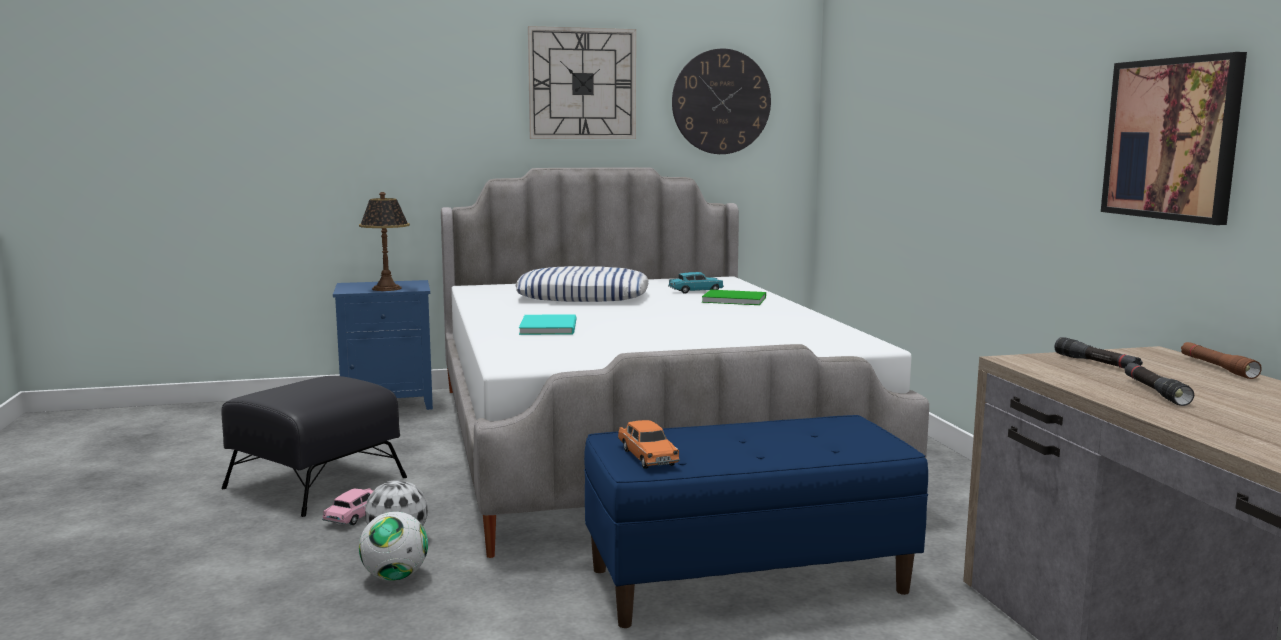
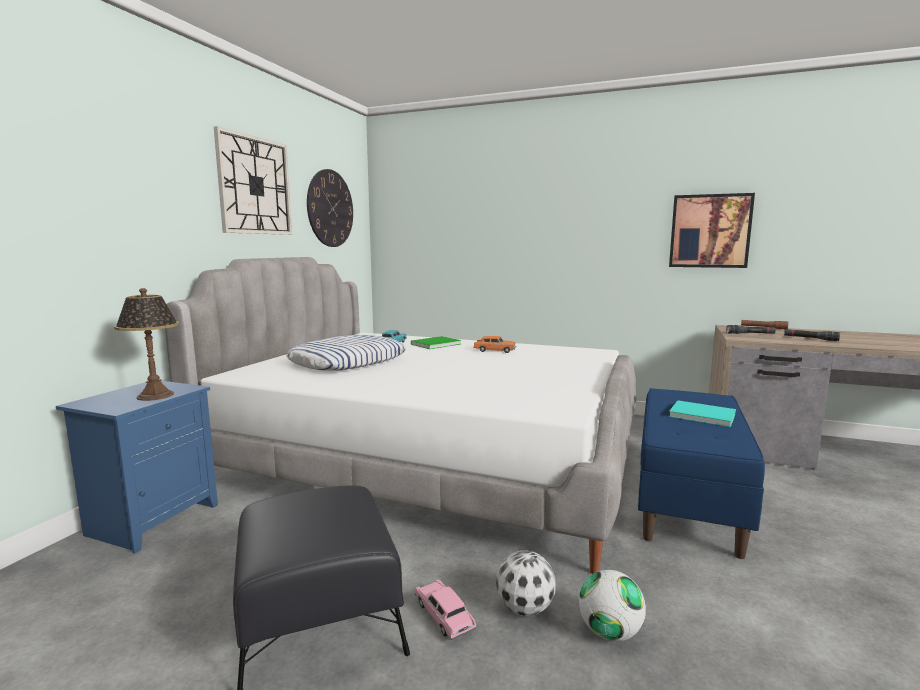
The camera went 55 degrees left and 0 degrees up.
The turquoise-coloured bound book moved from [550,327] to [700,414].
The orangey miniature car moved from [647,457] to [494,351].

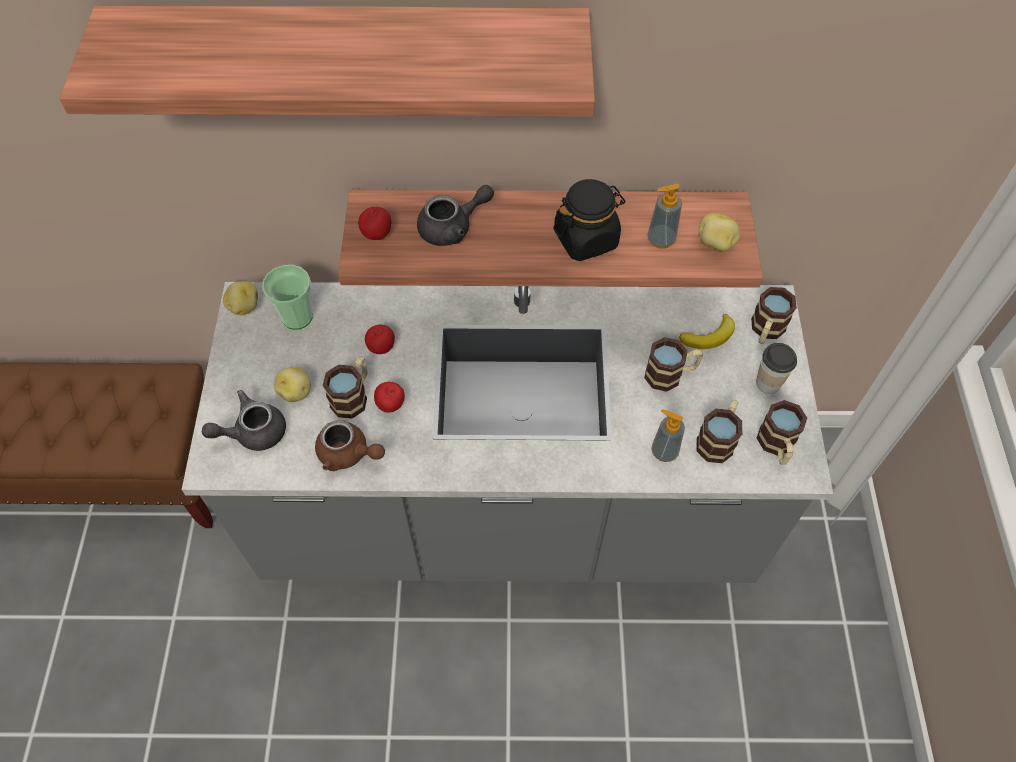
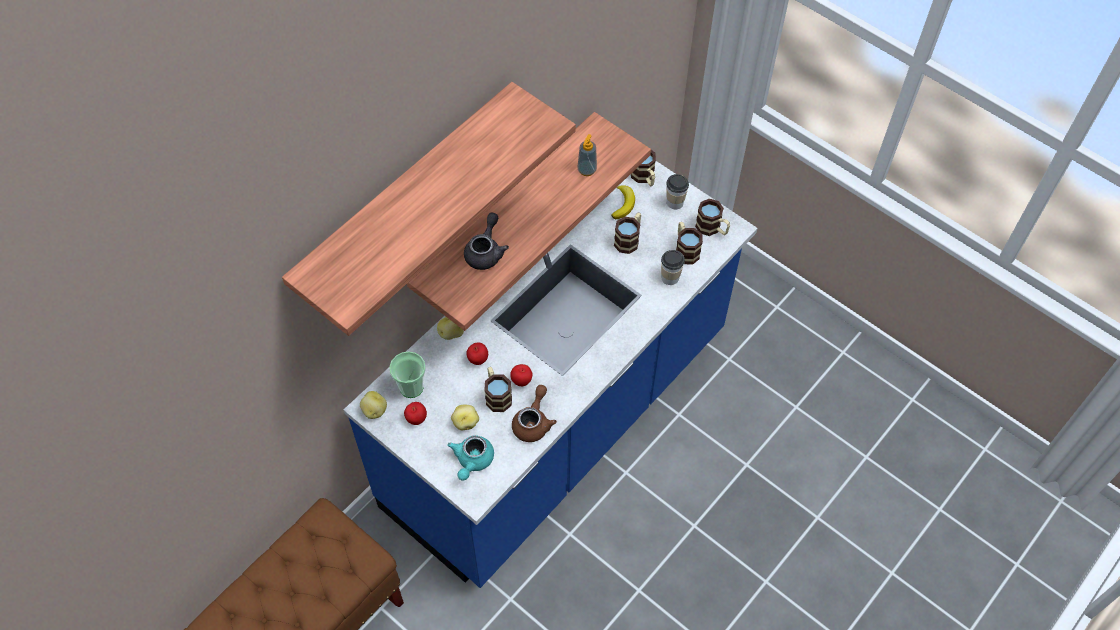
The camera went 50 degrees left and 0 degrees up.
The black-coloured storage jar at [586,239] disappeared.
The apple fruit moved from [377,235] to [416,419].
The potato moved from [716,243] to [451,333].
The greyish kitchen base unit at [508,514] became the blue kitchen base unit at [559,421].
The greyish teapot at [253,432] became the turquoise-coloured teapot at [472,461].
The liquid soap bottle at [664,451] was replaced by the cup at [670,277].
The brownish teapot at [348,454] turned 45 degrees counterclockwise.

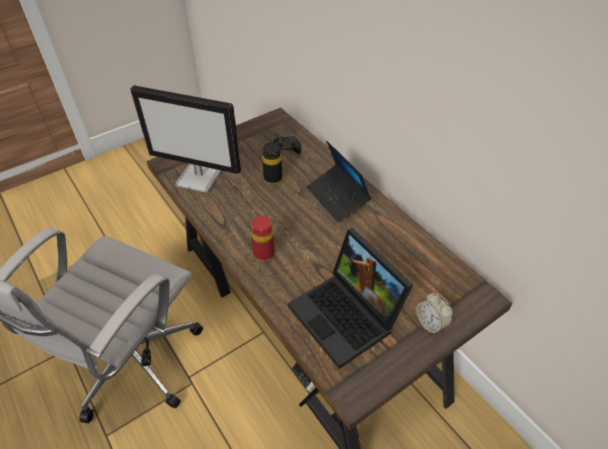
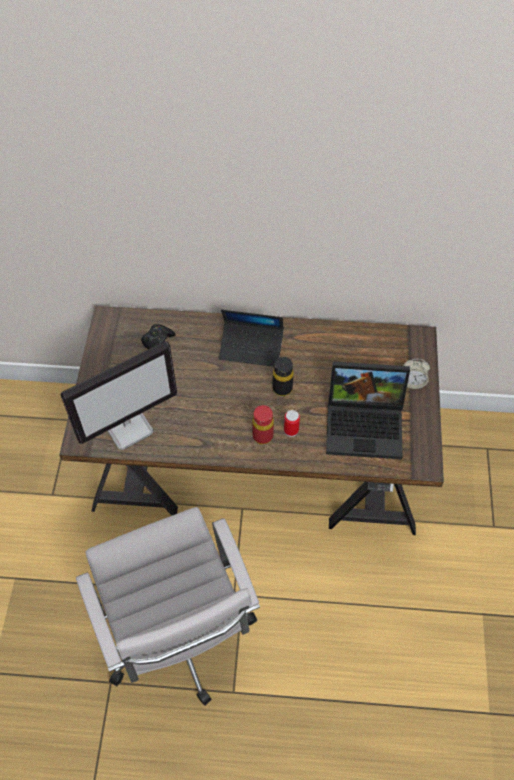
The camera went 50 degrees left and 10 degrees up.
The black-coloured bottle moved from [273,179] to [282,388].
The sealed can at [291,430] appeared.

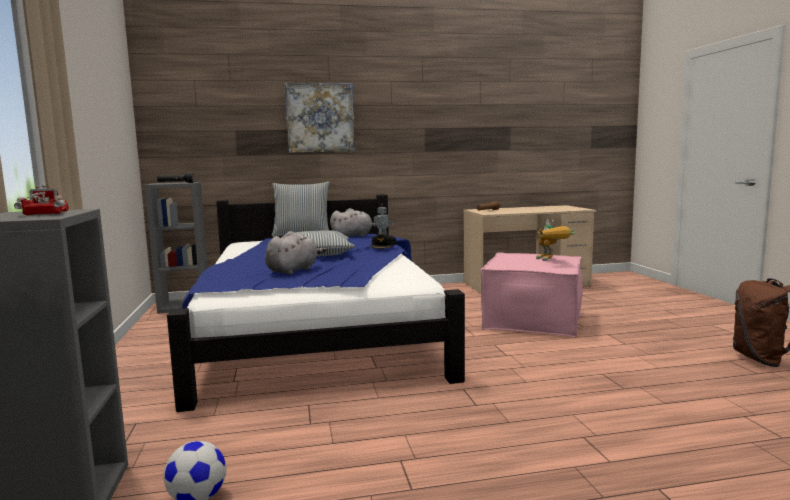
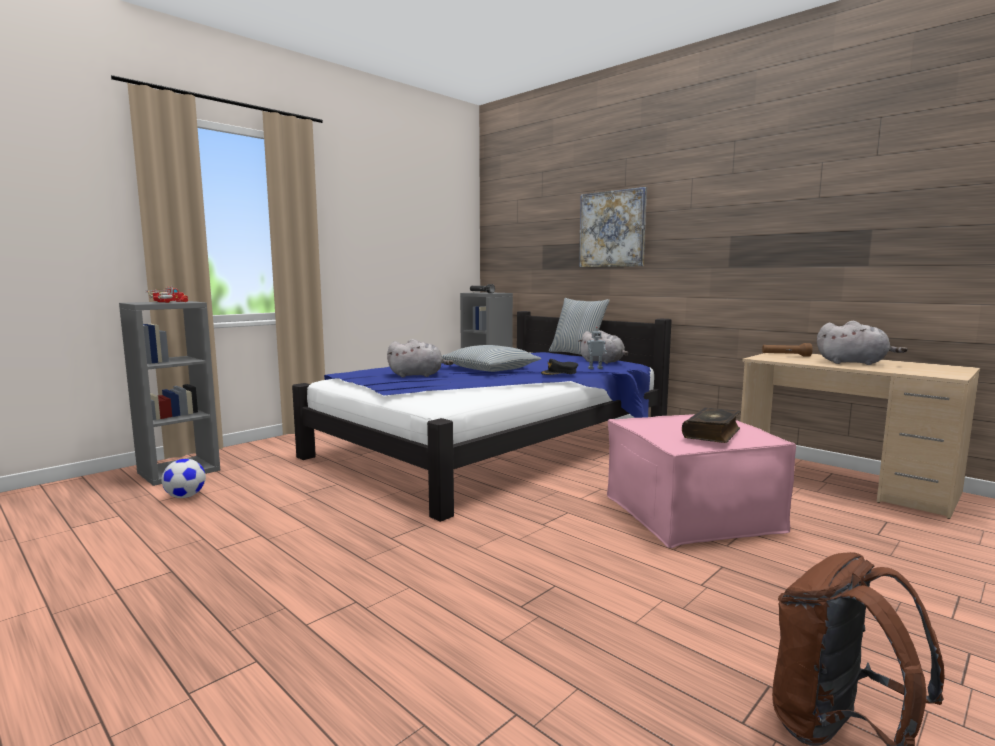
The camera went 55 degrees right and 0 degrees up.
The robot figure at [551,260] was replaced by the bound book at [713,433].
The greyish soft toy at [854,363] appeared.

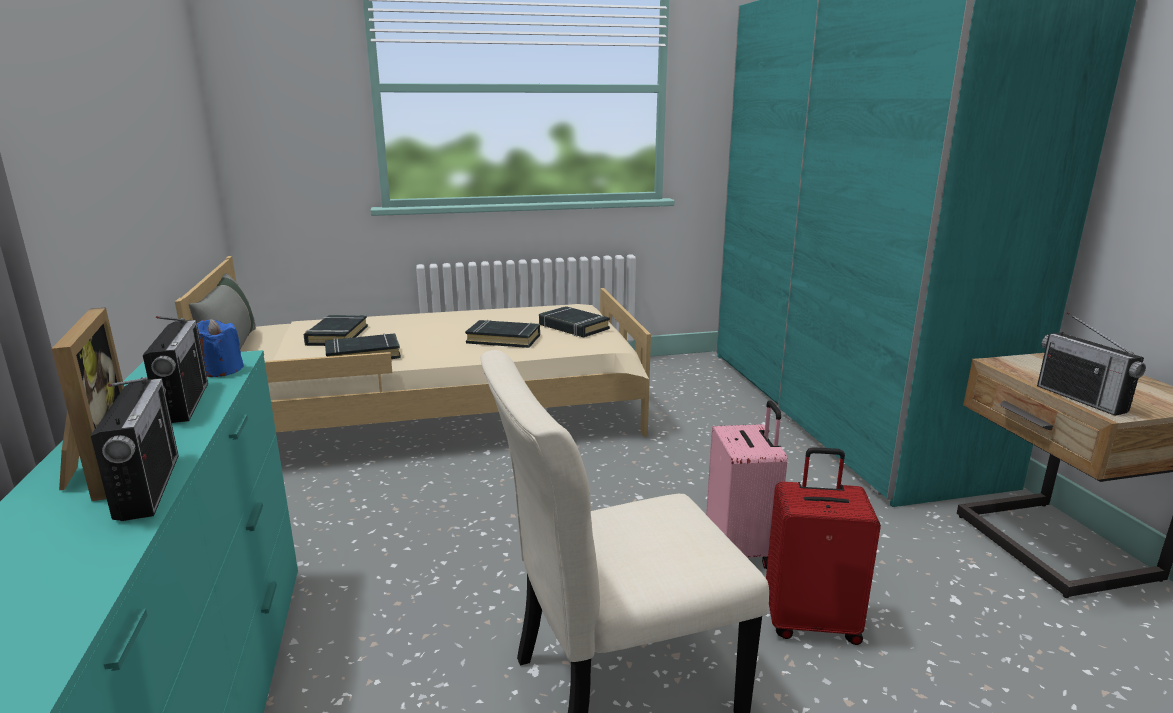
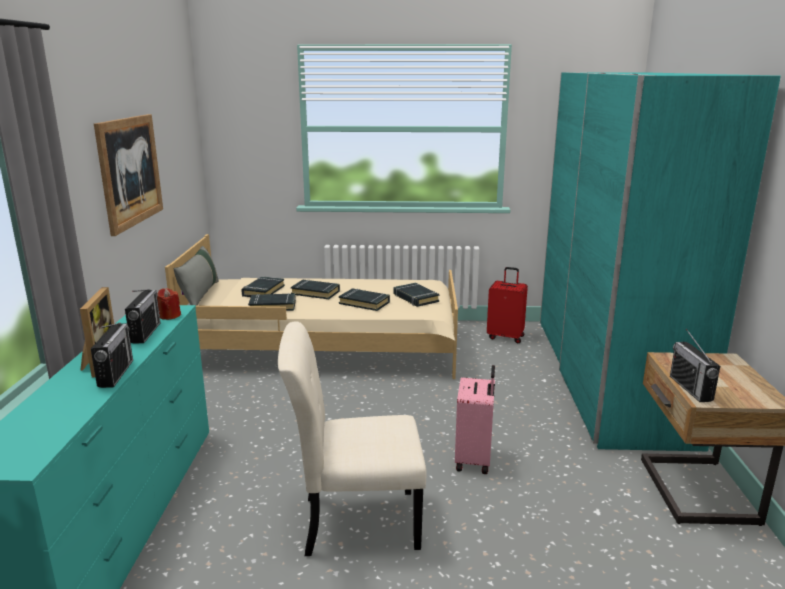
The camera went 15 degrees right and 0 degrees up.
The blue wax candle at [222,370] became the reddish wax candle at [170,316].
The reddish piece of luggage moved from [811,621] to [506,337].
The picture at [130,171] appeared.
The black-coloured bound book at [315,292] appeared.

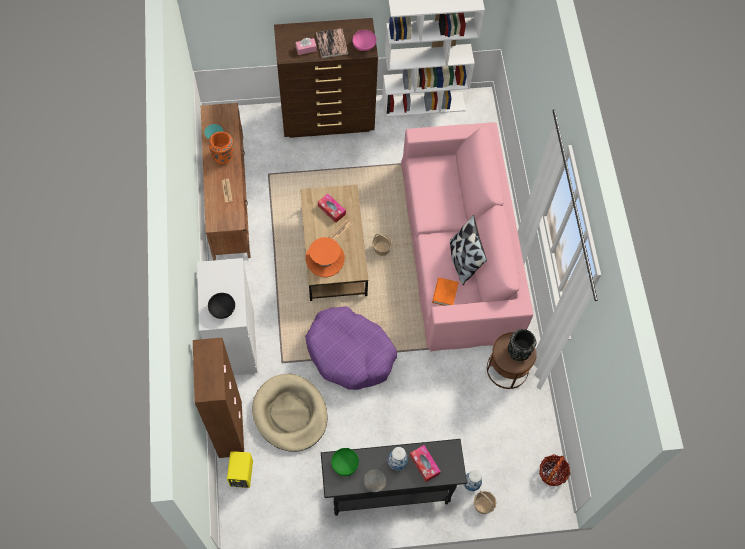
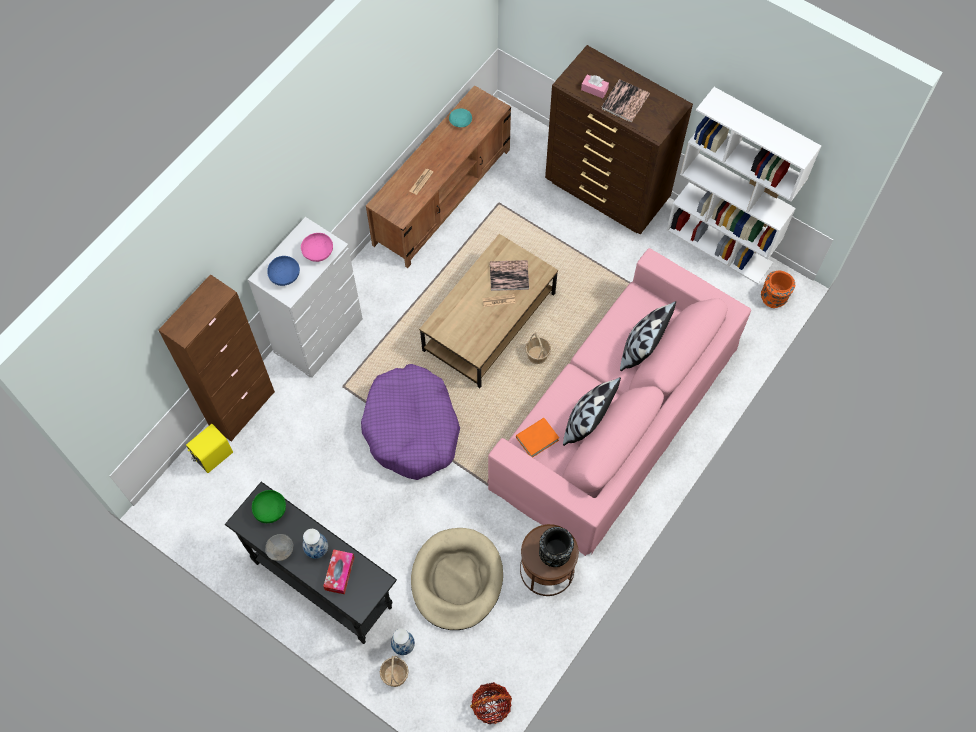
The camera went 45 degrees right and 0 degrees up.
The pinkish serving bowl moved from [364,45] to [318,253].
The orangey flower vase moved from [223,156] to [773,298].
The tissue box at [331,210] was replaced by the bound book at [509,275].
The orangey wearable hat at [325,259] disappeared.
The black-coloured serving bowl at [222,309] became the blue serving bowl at [285,276].
The beige-coloured dog bed moved from [290,414] to [456,580].
The cushion at [642,348] appeared.

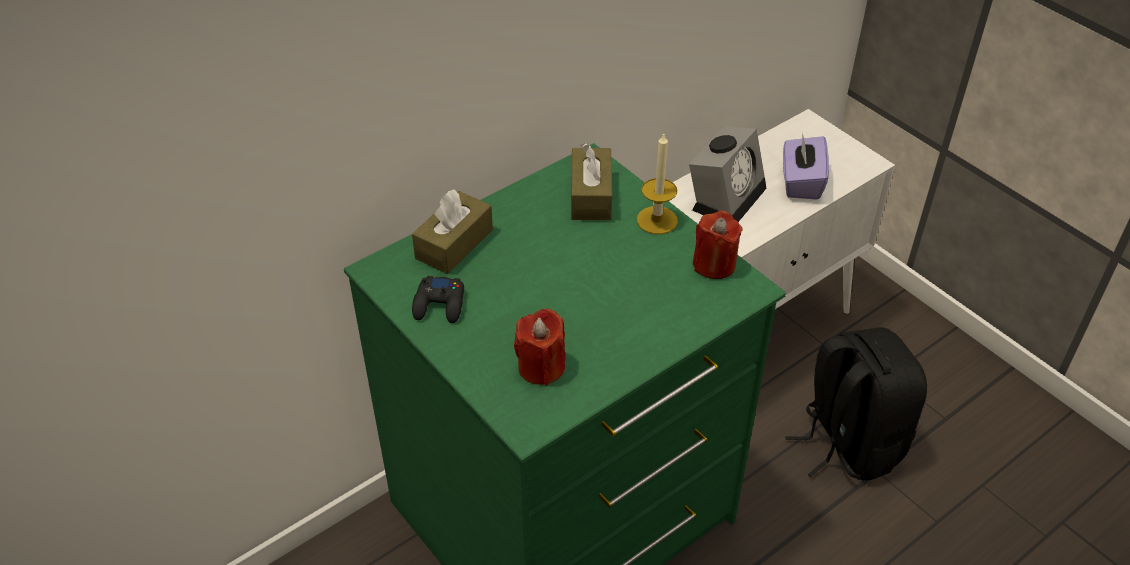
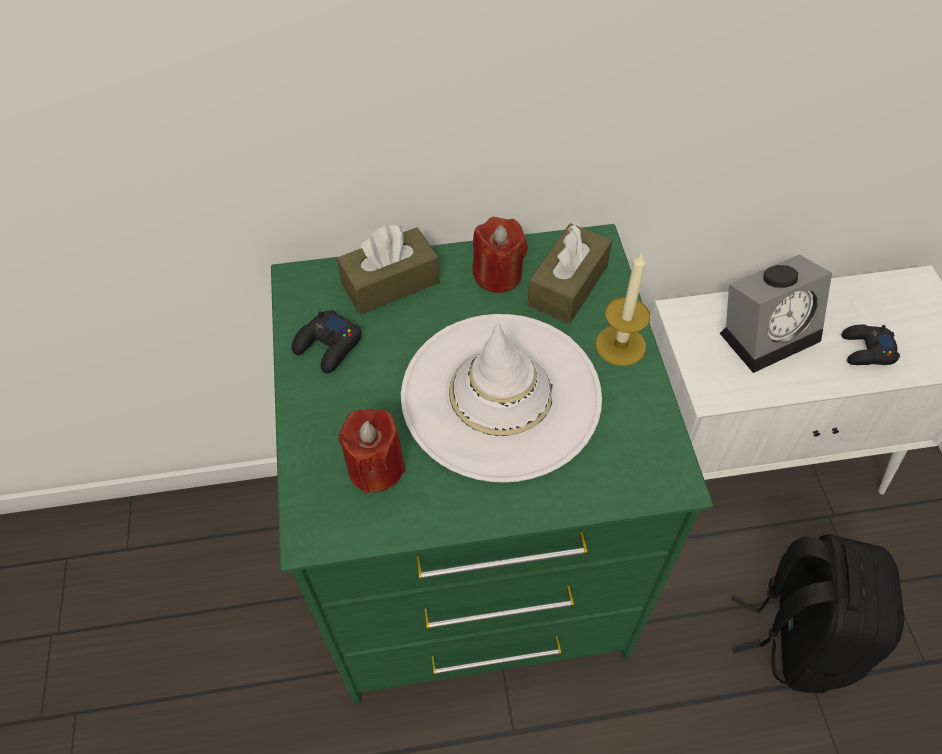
The camera went 30 degrees right and 10 degrees up.
The purple tissue box at [801,182] was replaced by the black-coloured gamepad at [866,350].
The reddish wax candle moved from [714,264] to [498,275].
The white wearable hat at [501,396] appeared.

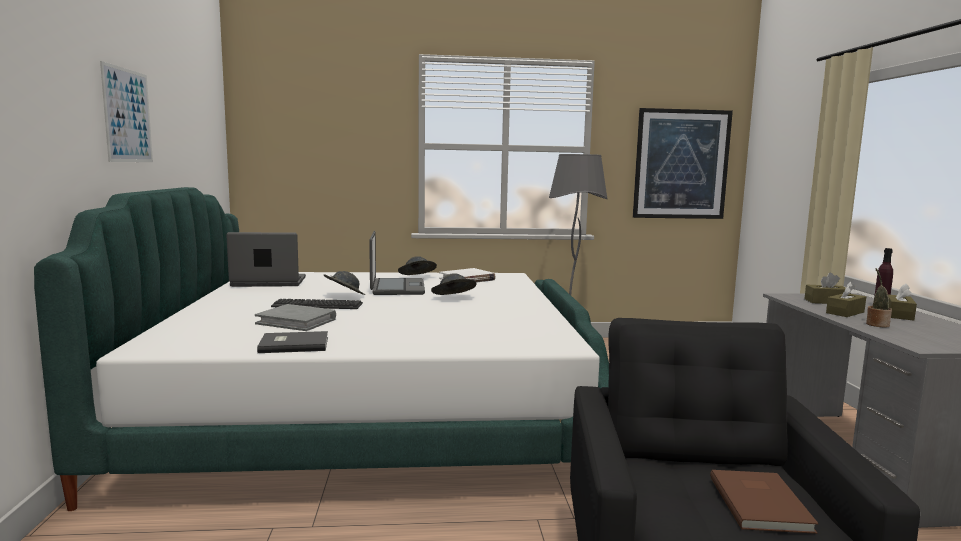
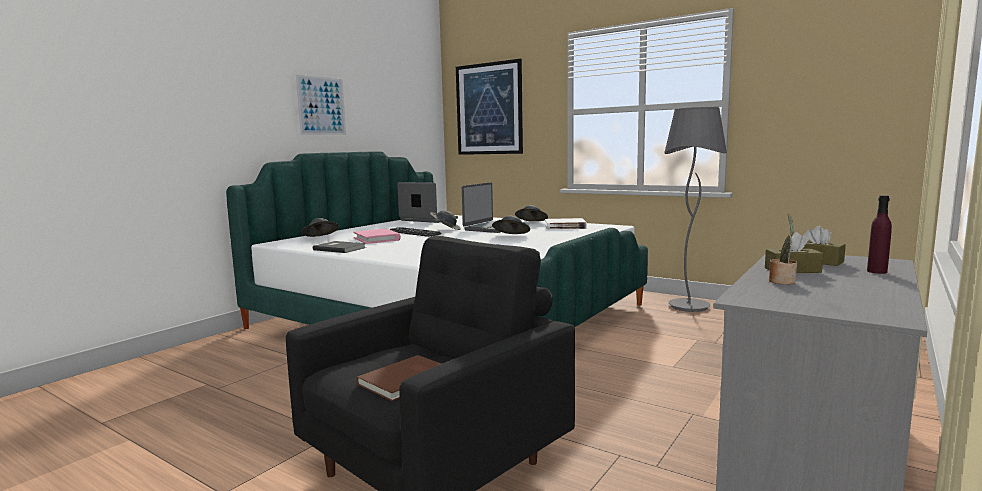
The camera went 40 degrees right and 0 degrees up.
The picture moved from [681,164] to [489,109].
The brownish tissue box at [899,315] disappeared.
The greyish bound book at [297,321] became the pinkish bound book at [377,239].
The greyish wearable hat at [320,238] appeared.

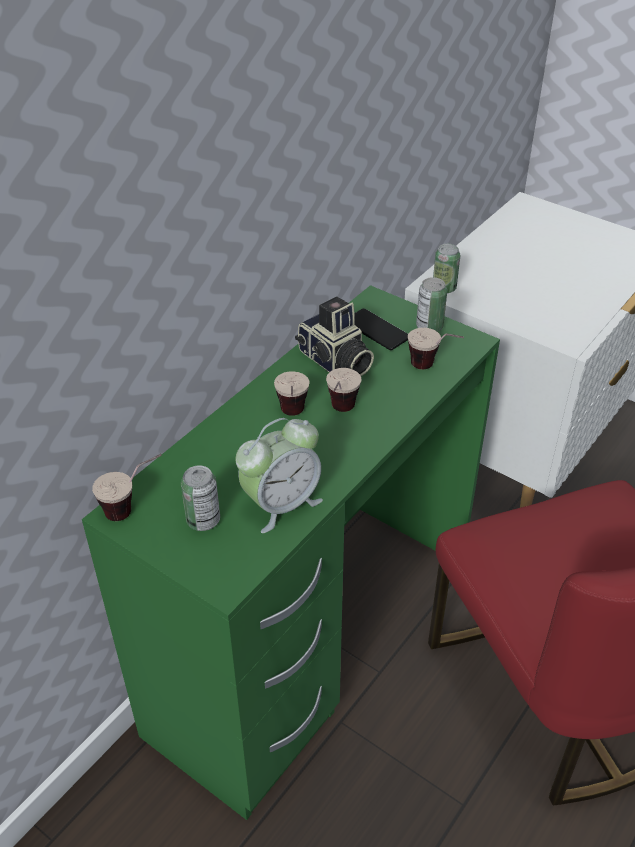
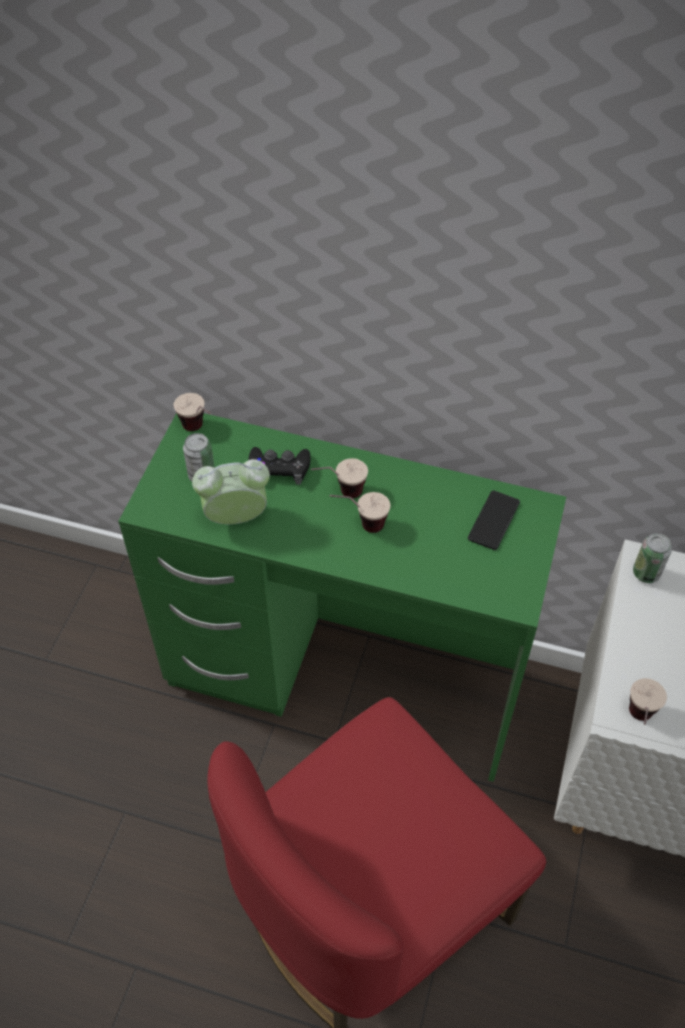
The camera went 70 degrees right and 10 degrees up.
The sealed can at [429,327] disappeared.
The still camera at [334,361] disappeared.
The cup moved from [433,368] to [637,722].
The alarm clock at [281,504] turned 135 degrees clockwise.
The black-coloured gamepad at [279,469] appeared.

